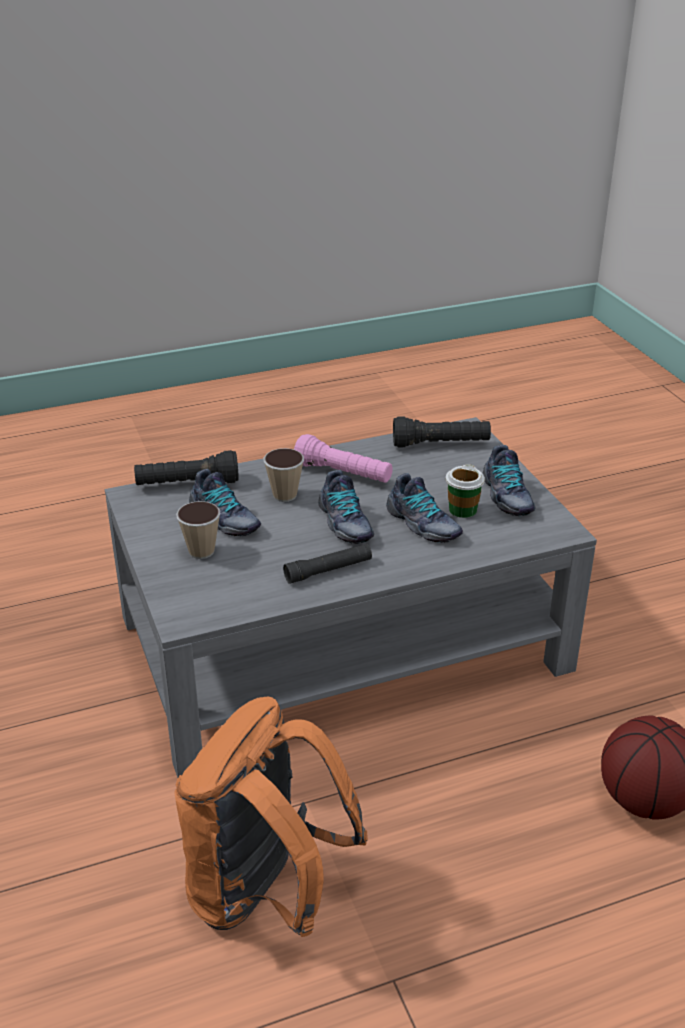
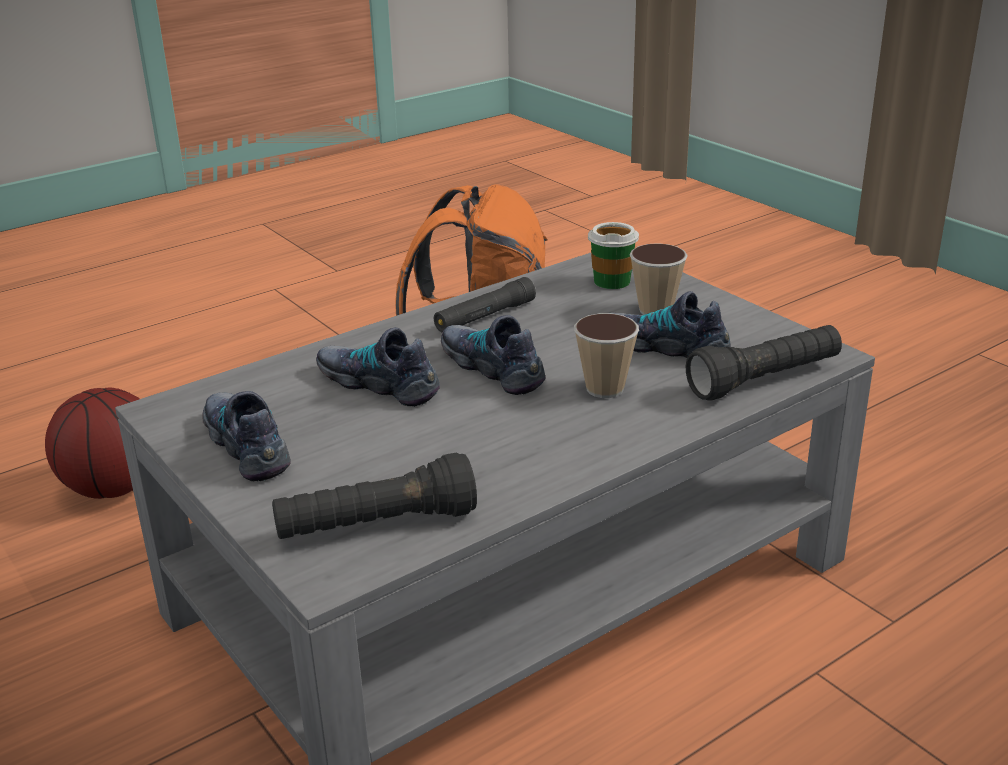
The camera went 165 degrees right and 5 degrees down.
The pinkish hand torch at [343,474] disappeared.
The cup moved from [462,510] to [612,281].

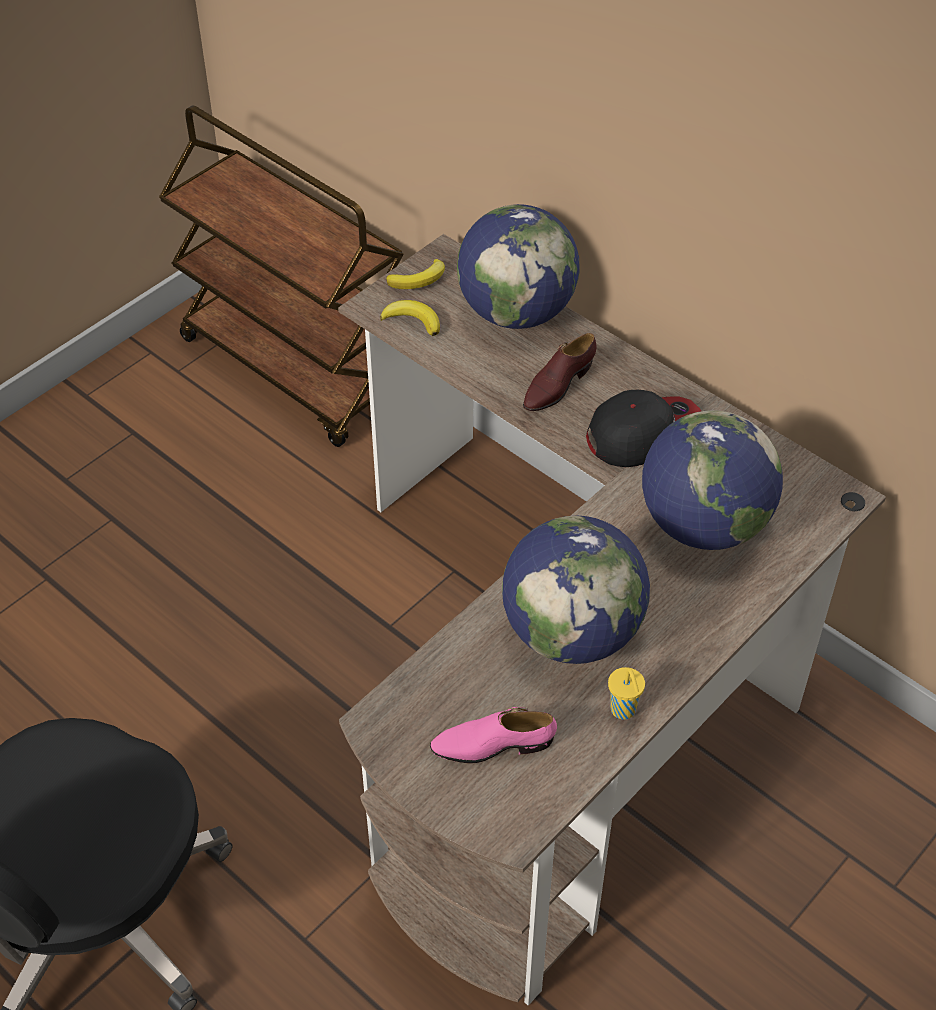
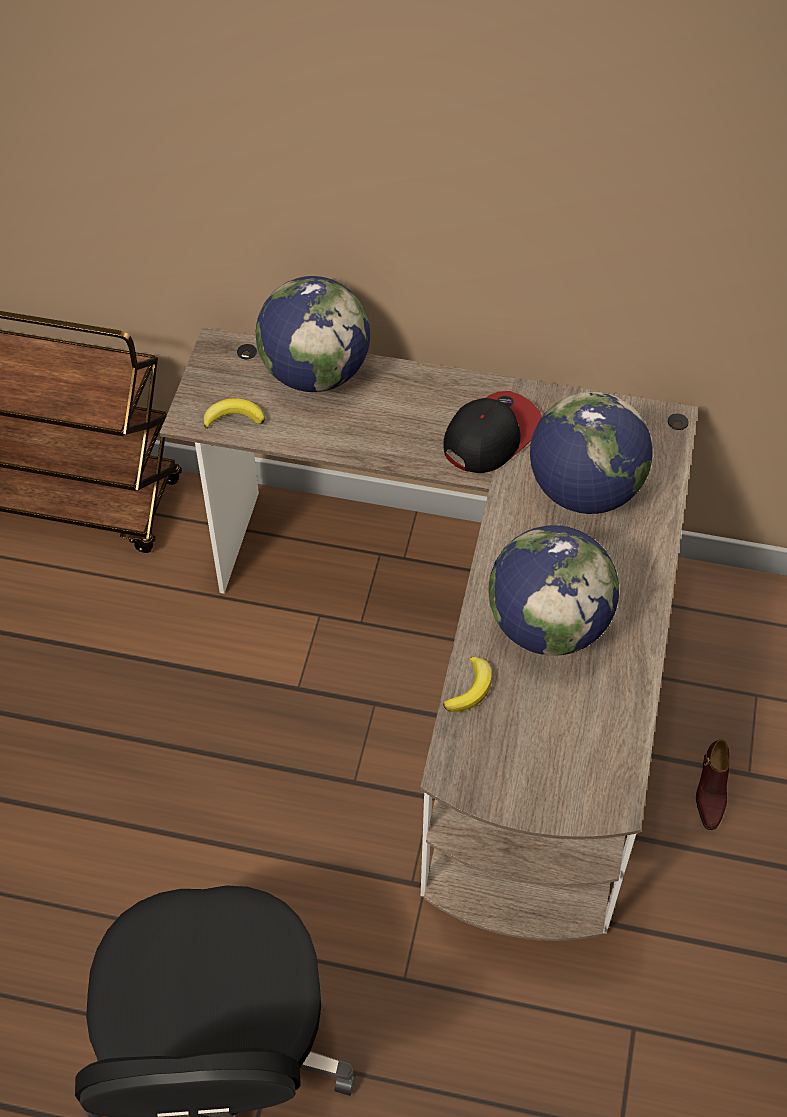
The camera went 30 degrees left and 5 degrees up.
The banana fruit moved from [419,279] to [470,688].
The brownish item of footwear moved from [557,385] to [711,791].
The yellowish cup at [623,711] disappeared.
The pinkish item of footwear at [492,745] disappeared.

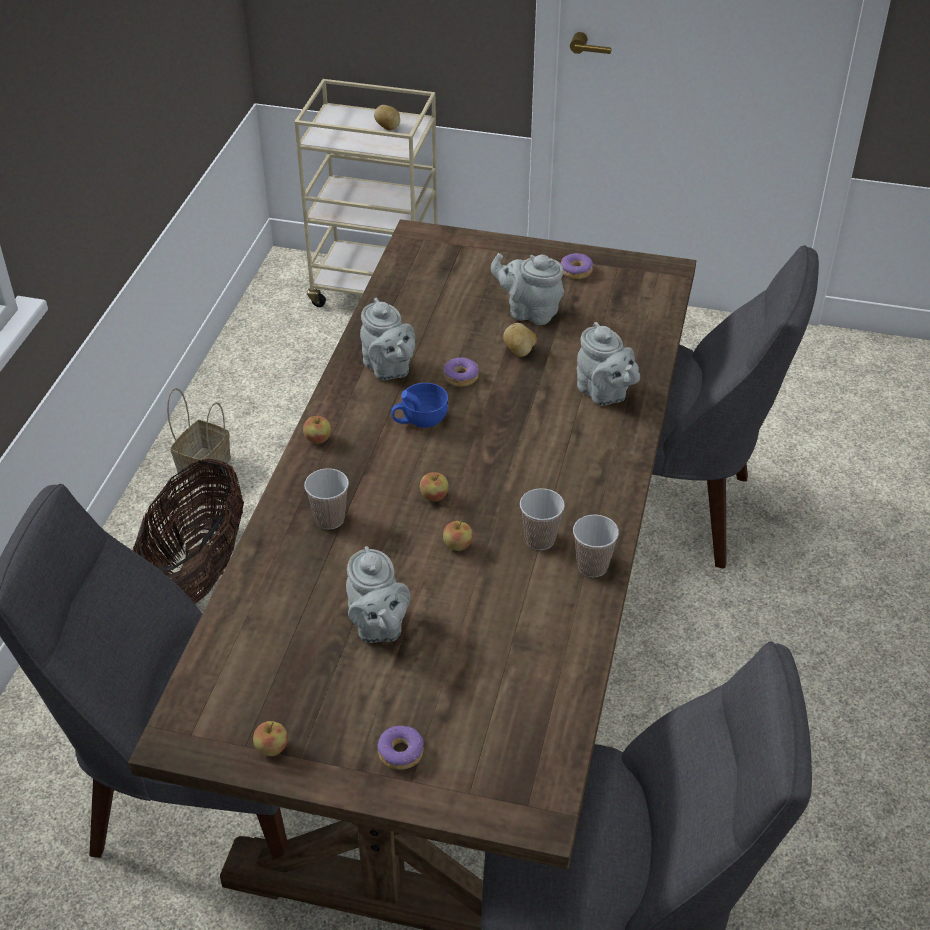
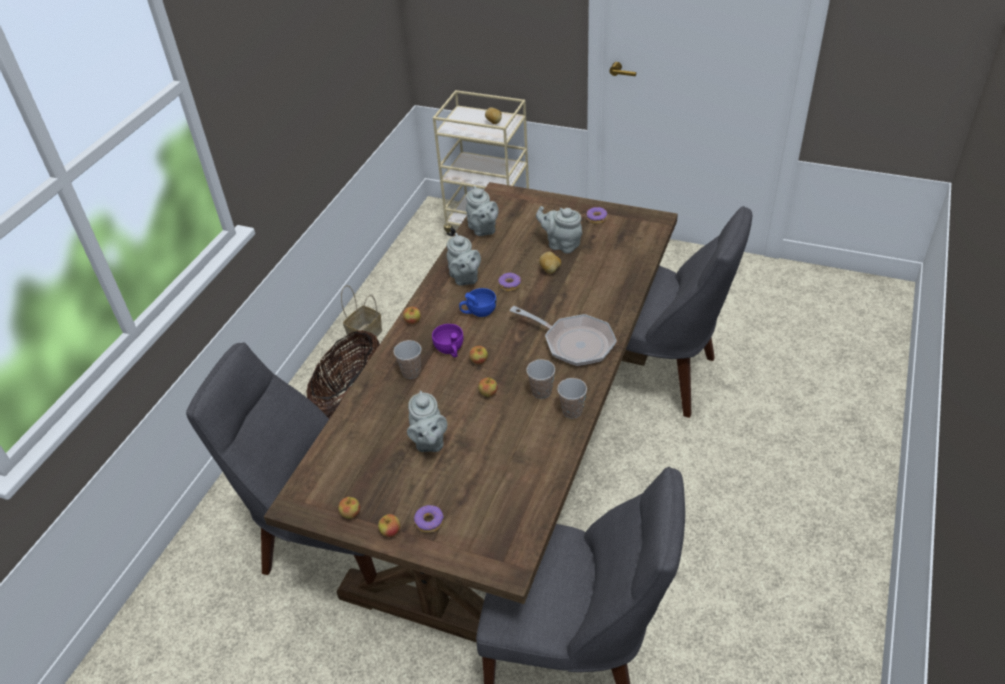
The camera went 10 degrees right and 0 degrees up.
The greyish teapot moved from [604,394] to [483,230].
The frying pan at [573,343] appeared.
The purple cup at [450,350] appeared.
The apple fruit at [390,532] appeared.

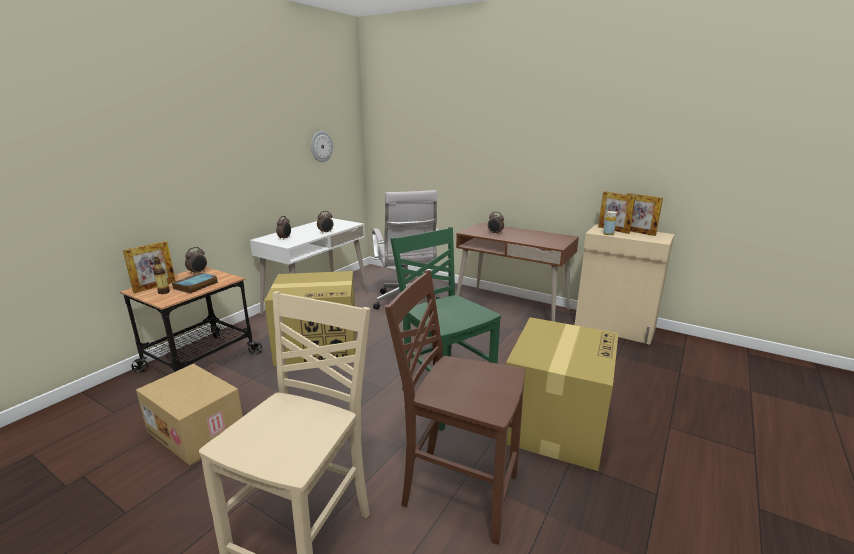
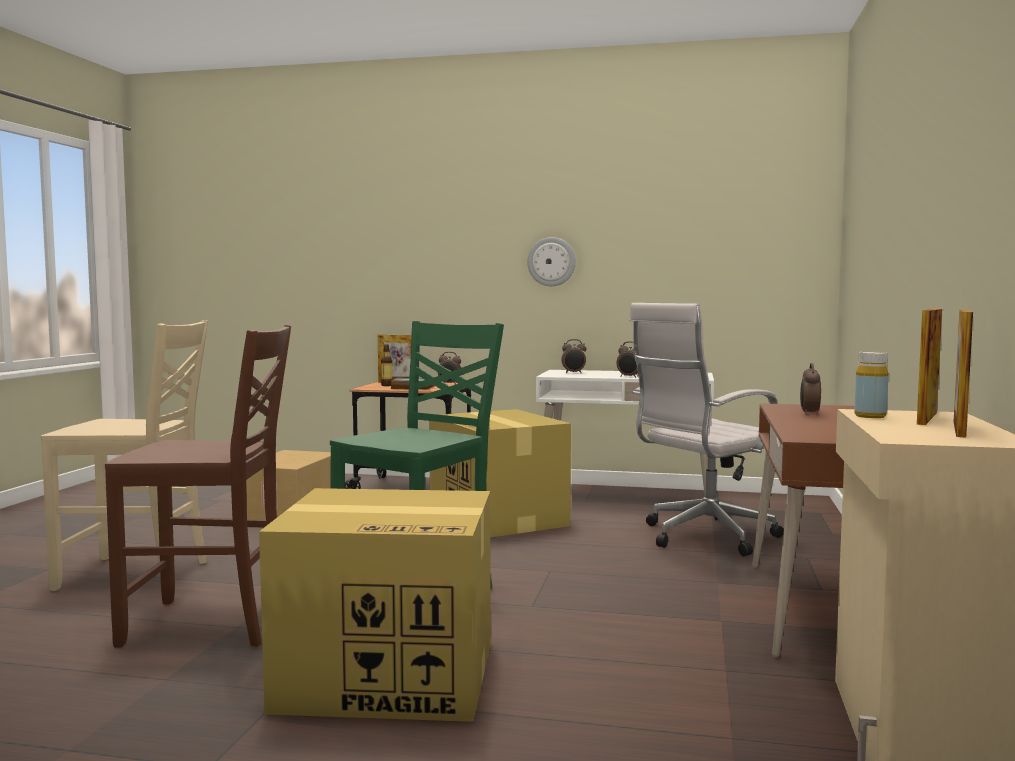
The camera went 70 degrees right and 15 degrees down.
The hanging clock moved from [321,146] to [551,261].
The brownish plain chair at [458,490] turned 90 degrees clockwise.

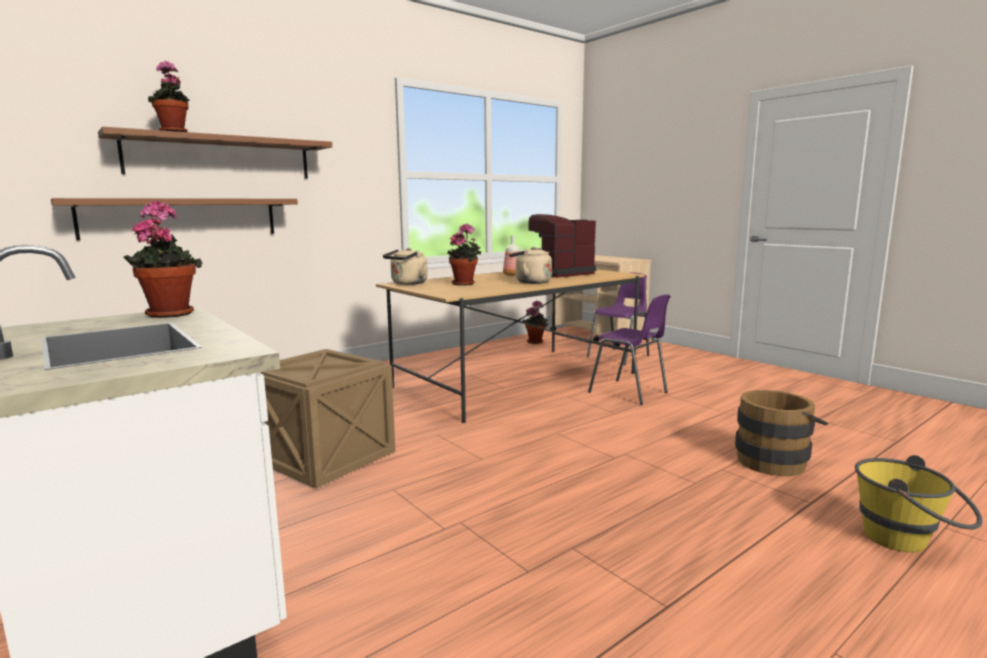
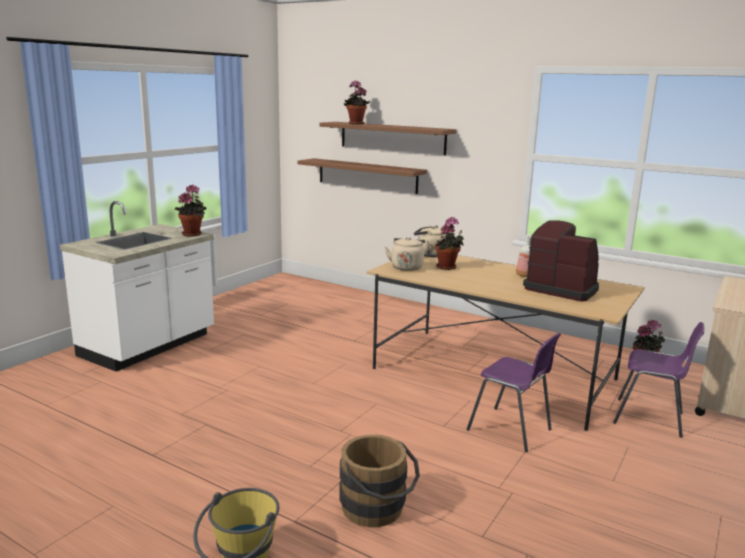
The camera went 70 degrees right and 5 degrees up.
The beige-coloured kettle moved from [530,282] to [406,267].
The purple plain chair at [629,393] turned 75 degrees counterclockwise.
The crate at [325,458] disappeared.

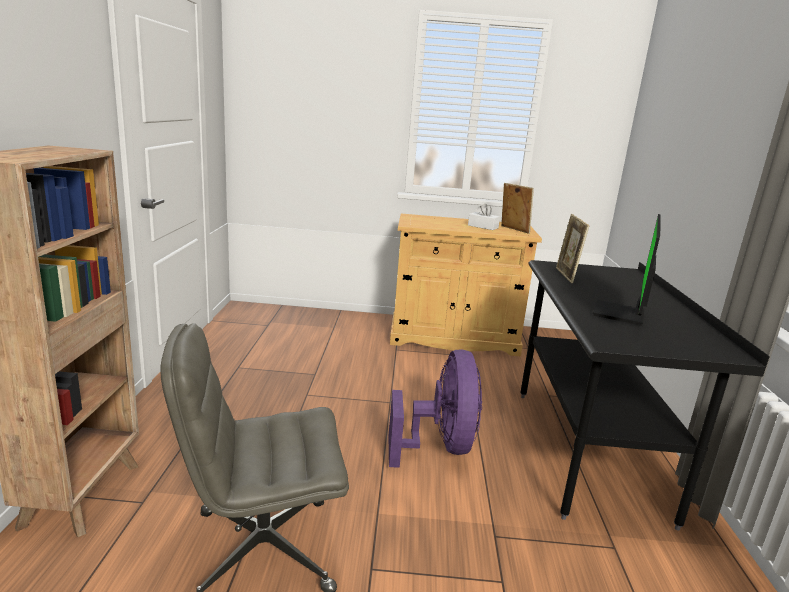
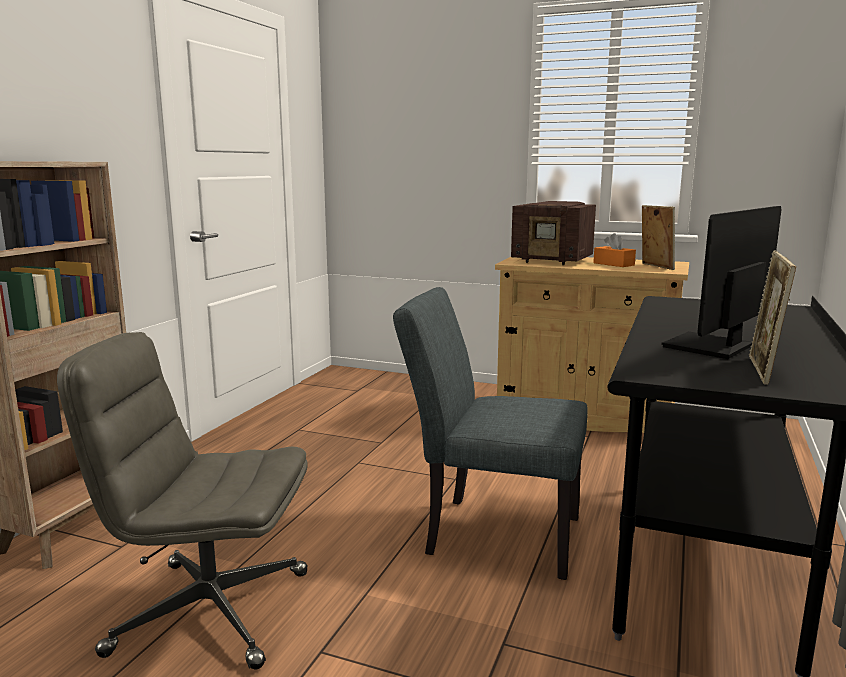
The camera went 20 degrees right and 5 degrees down.
The white tissue box at [483,226] became the orangey tissue box at [613,264].
The photo frame moved from [566,276] to [763,371].
The purple electric fan at [440,446] was replaced by the greyish plain chair at [490,533].
The radio set at [553,261] appeared.

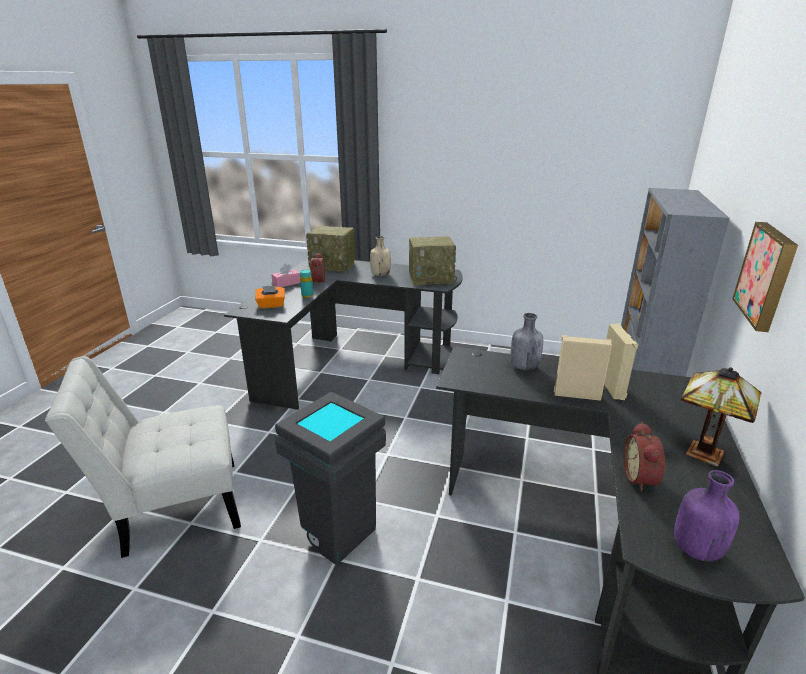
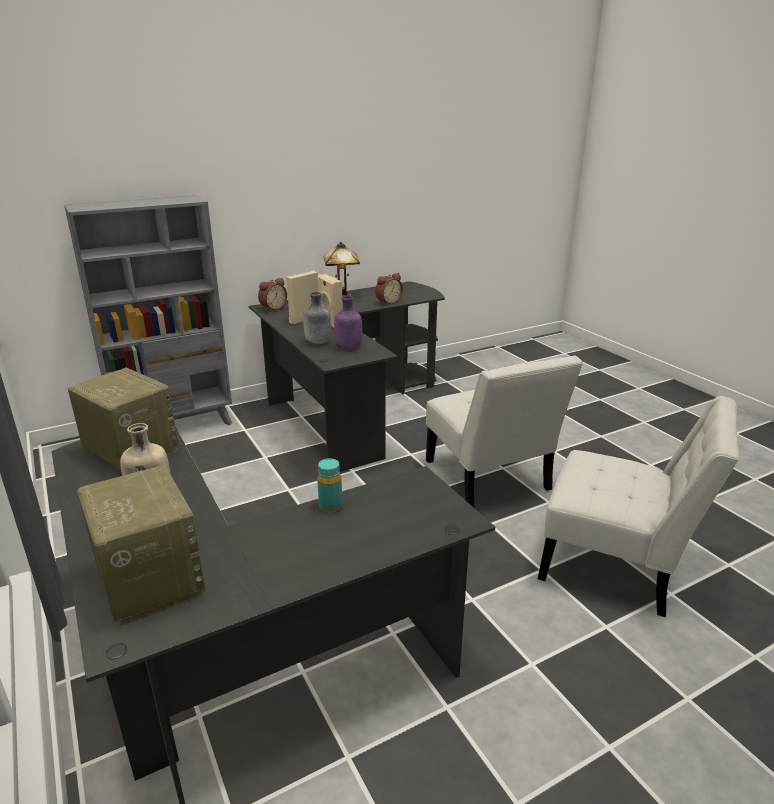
The camera went 135 degrees left and 0 degrees up.
The picture at [767,275] disappeared.
The alarm clock moved from [320,281] to [272,308].
The pinkish tissue box at [286,283] disappeared.
The orangey tissue box at [271,305] disappeared.
The greyish trash can at [335,532] was replaced by the white plain chair at [489,479].
The purple bottle moved from [695,548] to [348,347].

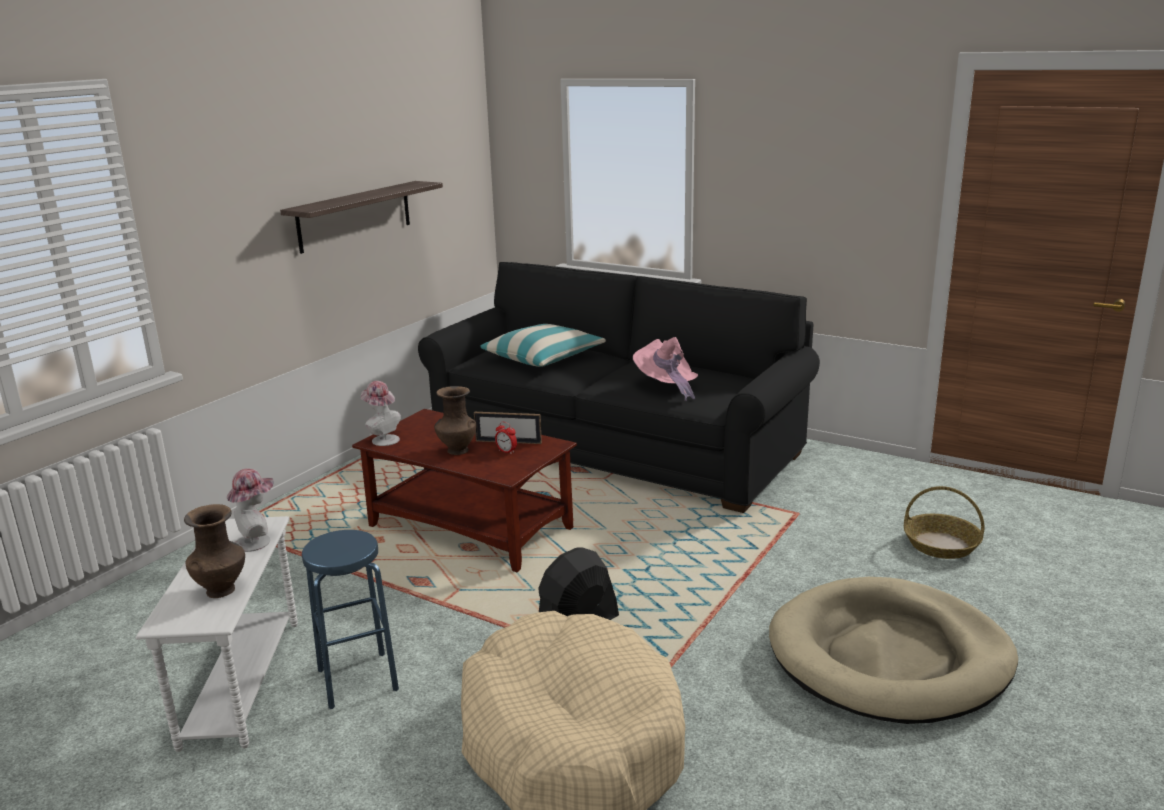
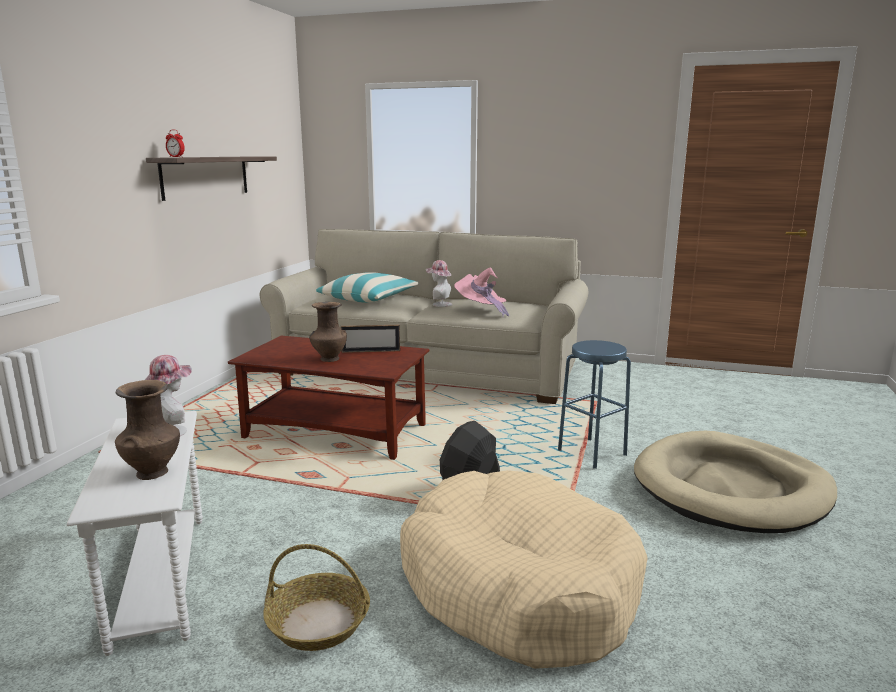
The camera went 15 degrees left and 5 degrees down.
The black-coloured couch at [617,446] became the beige-coloured couch at [429,370].
The wearable hat moved from [382,439] to [439,304].
The alarm clock moved from [506,451] to [176,157].
The storage basket moved from [941,545] to [319,623].
The blue stool seat moved from [358,679] to [592,453].

